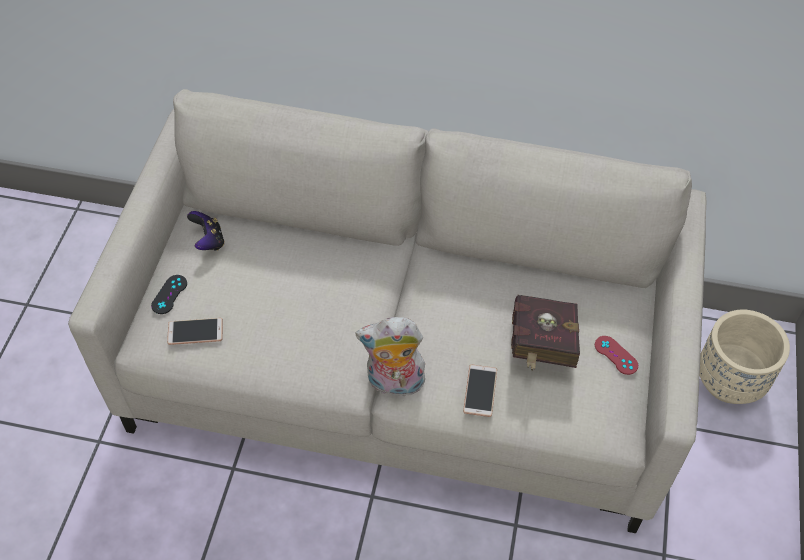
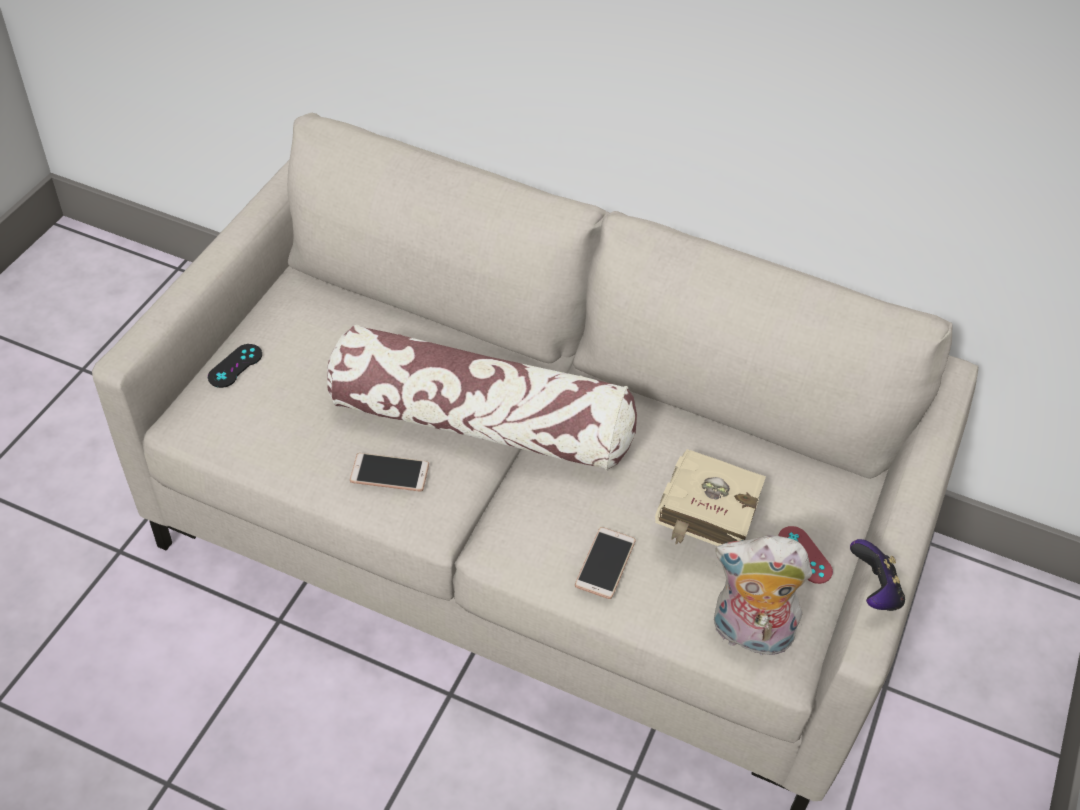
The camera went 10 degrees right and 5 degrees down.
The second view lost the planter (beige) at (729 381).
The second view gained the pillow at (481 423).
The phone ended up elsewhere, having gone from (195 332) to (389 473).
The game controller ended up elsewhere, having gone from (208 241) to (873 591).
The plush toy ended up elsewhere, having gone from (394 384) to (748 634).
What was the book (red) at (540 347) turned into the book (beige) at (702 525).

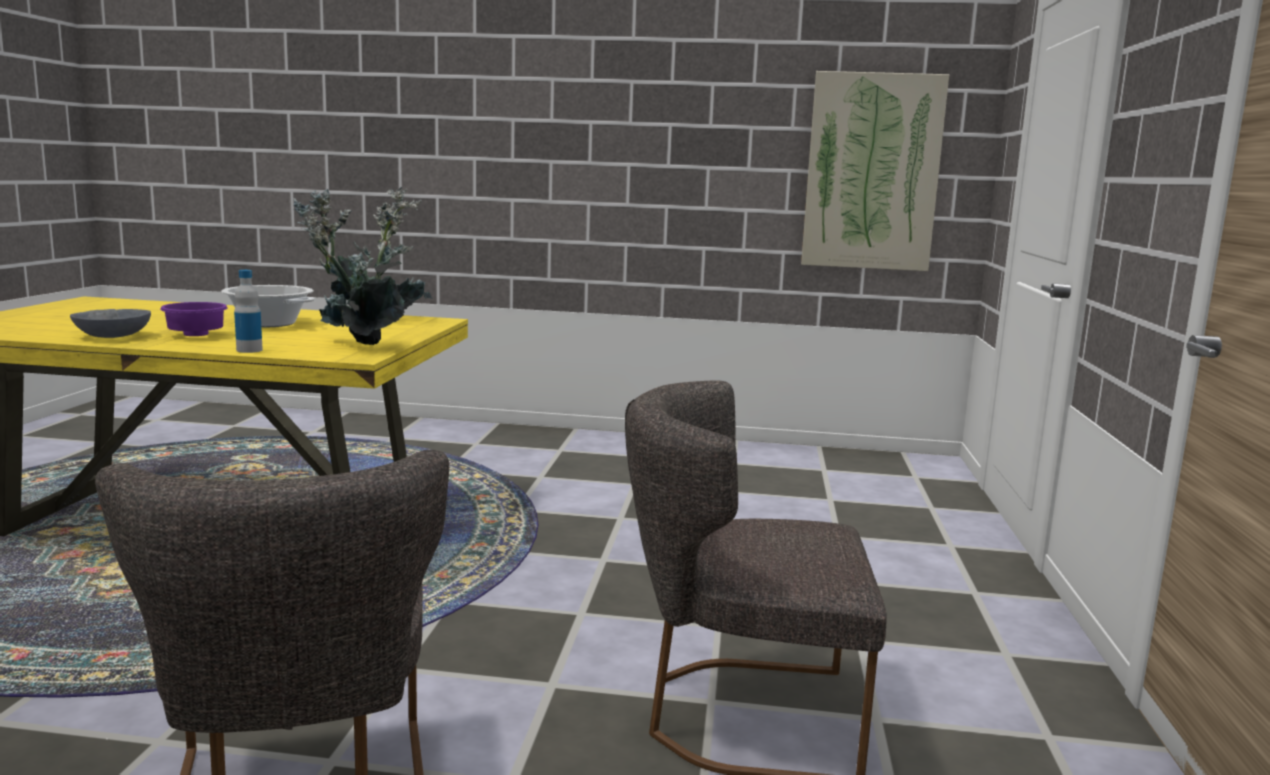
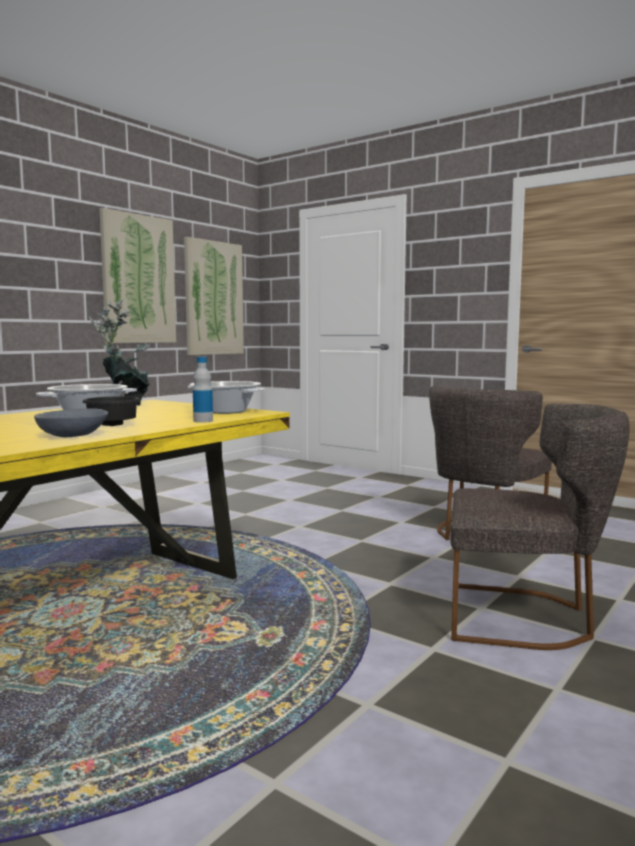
The camera went 60 degrees left and 5 degrees down.
The second view gained the picture at (138 279).
Where the potted plant stood at (354 347), the cooking pot came to stand at (225 411).
What was the bowl (purple) at (196 336) turned into the bowl (black) at (114 425).

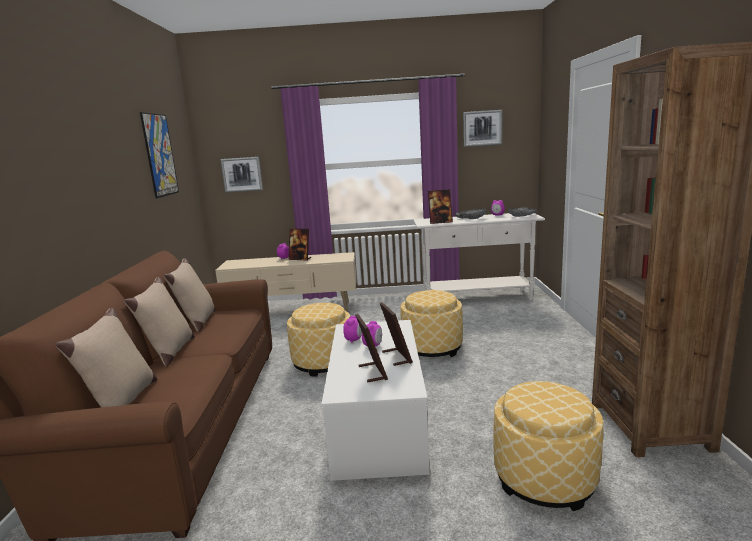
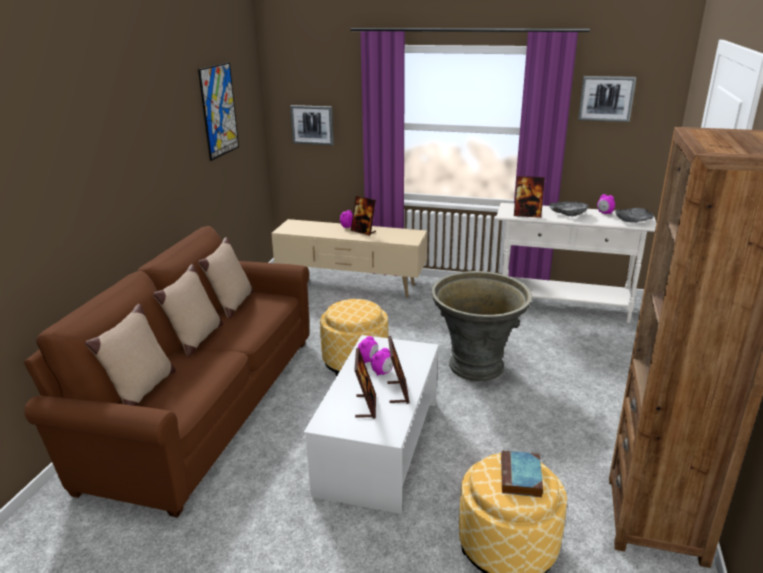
The camera went 15 degrees right and 10 degrees up.
The second view gained the book at (521 478).
Where the ottoman stood at (432 347), the planter (grey) came to stand at (476 367).

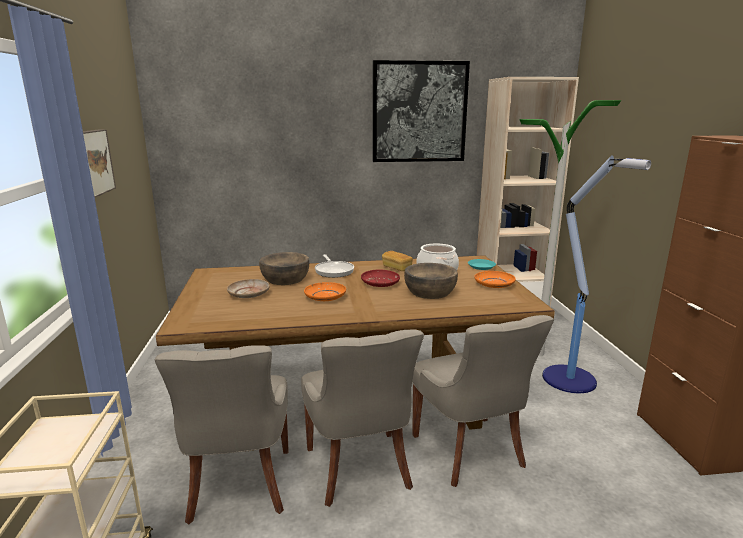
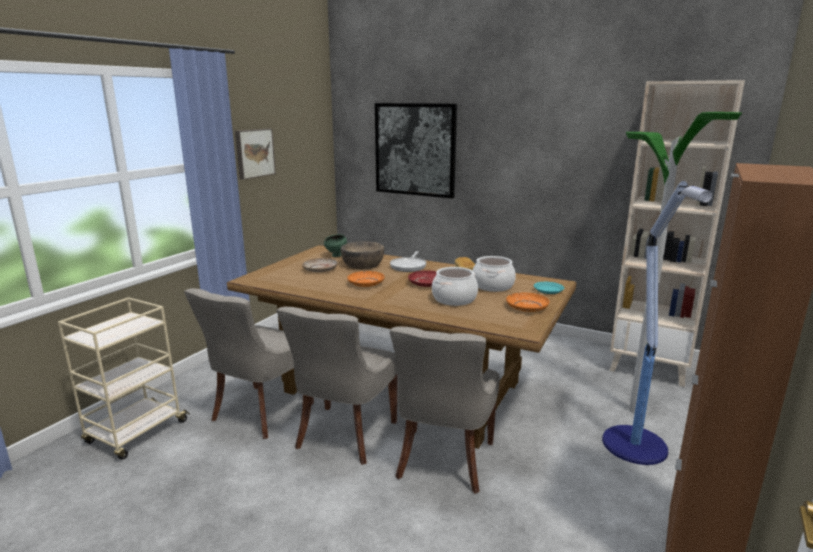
The camera went 35 degrees right and 0 degrees up.
The second view gained the bowl (green) at (336 256).
The picture ended up elsewhere, having gone from (419 112) to (415 149).
Where the bowl (brown) stood at (430 292), the cooking pot came to stand at (454 299).

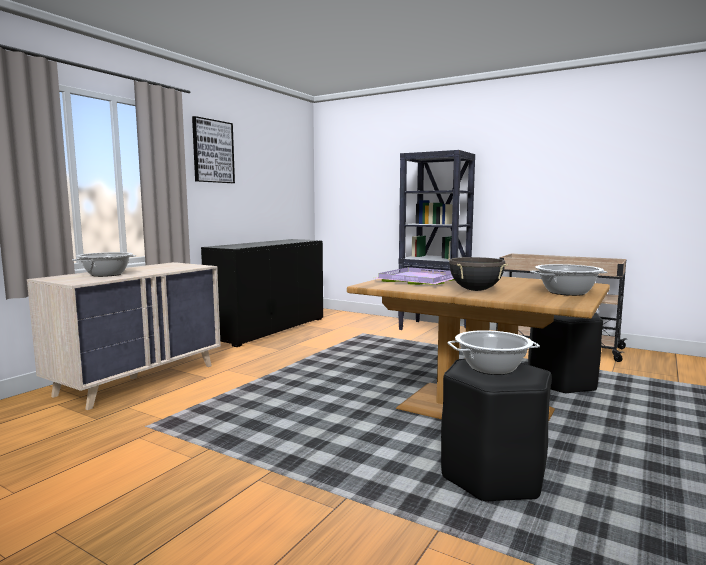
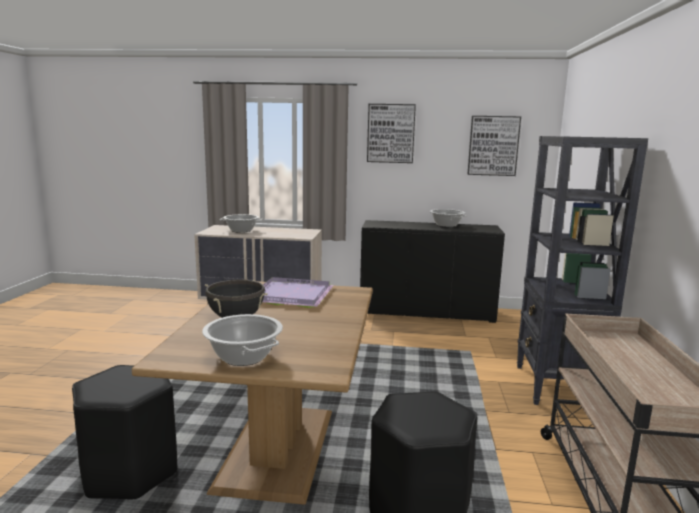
The camera went 65 degrees right and 5 degrees up.
The second view gained the picture at (493 146).
The cooking pot ended up elsewhere, having gone from (492 368) to (446 225).

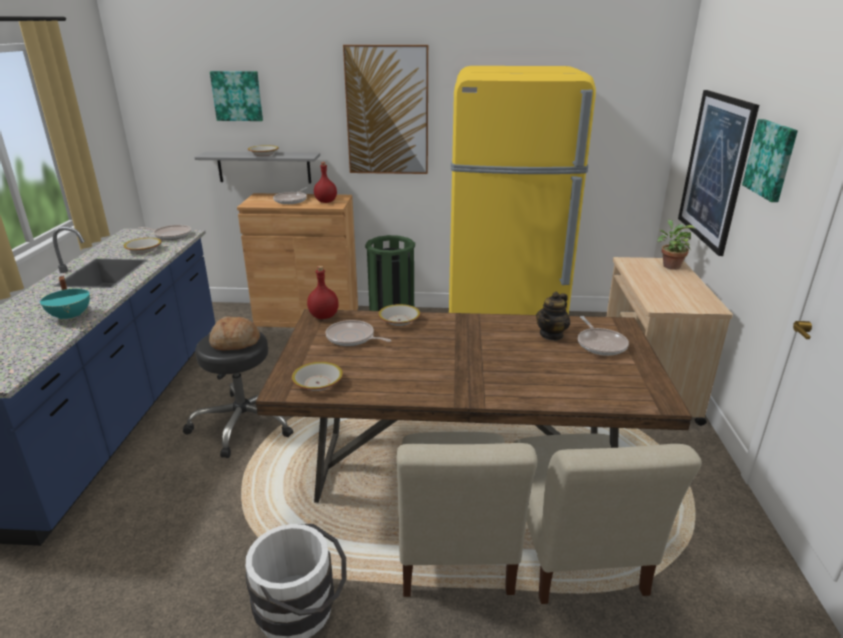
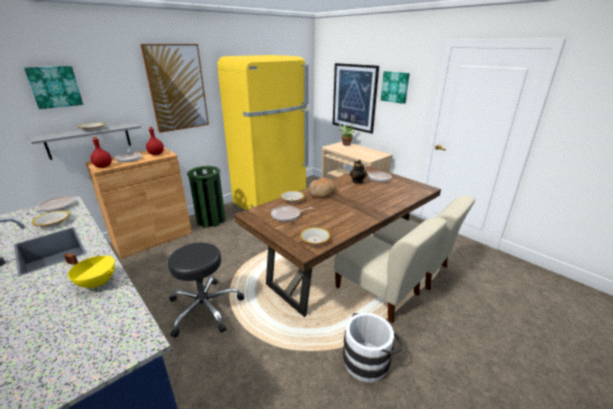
The camera went 45 degrees left and 0 degrees up.
The bread ended up elsewhere, having gone from (235 342) to (322 193).
The bottle (red) ended up elsewhere, having gone from (324 316) to (103 166).
What was the cooking pot (turquoise) at (71 316) turned into the cooking pot (yellow) at (98 282).

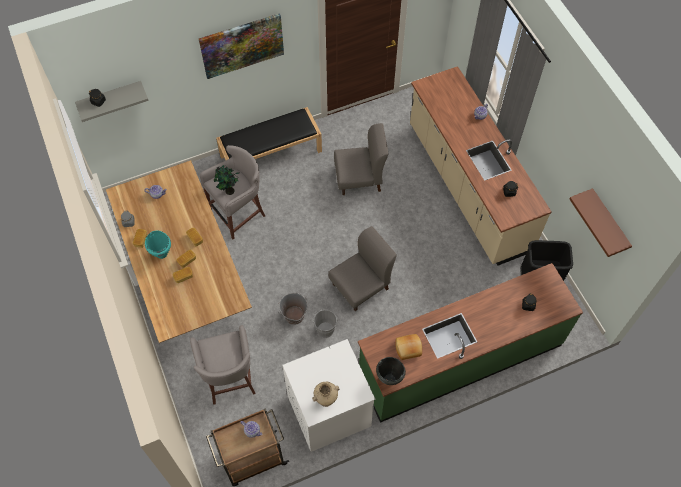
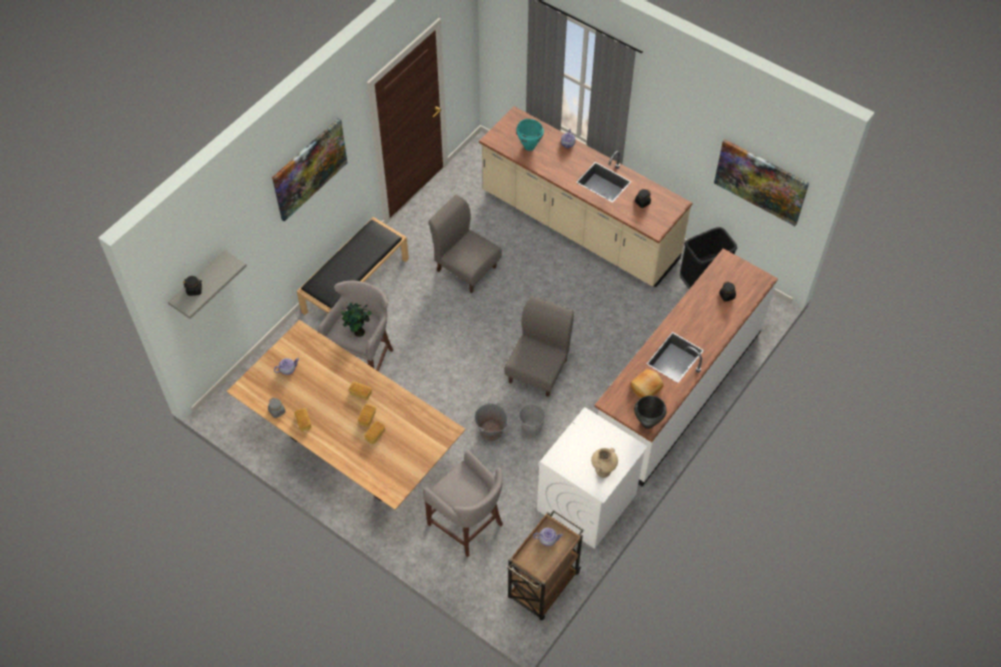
The camera went 30 degrees left and 5 degrees down.
The cooking pot (turquoise) ended up elsewhere, having gone from (162 254) to (529 146).
Where the shelf (brown) hung at (608 222), the picture came to hang at (761 181).
What was the counter (green) at (460 359) turned into the counter (white) at (678 390).
The chair (grey) at (359 179) ended up facing another way, 105 degrees counterclockwise from before.

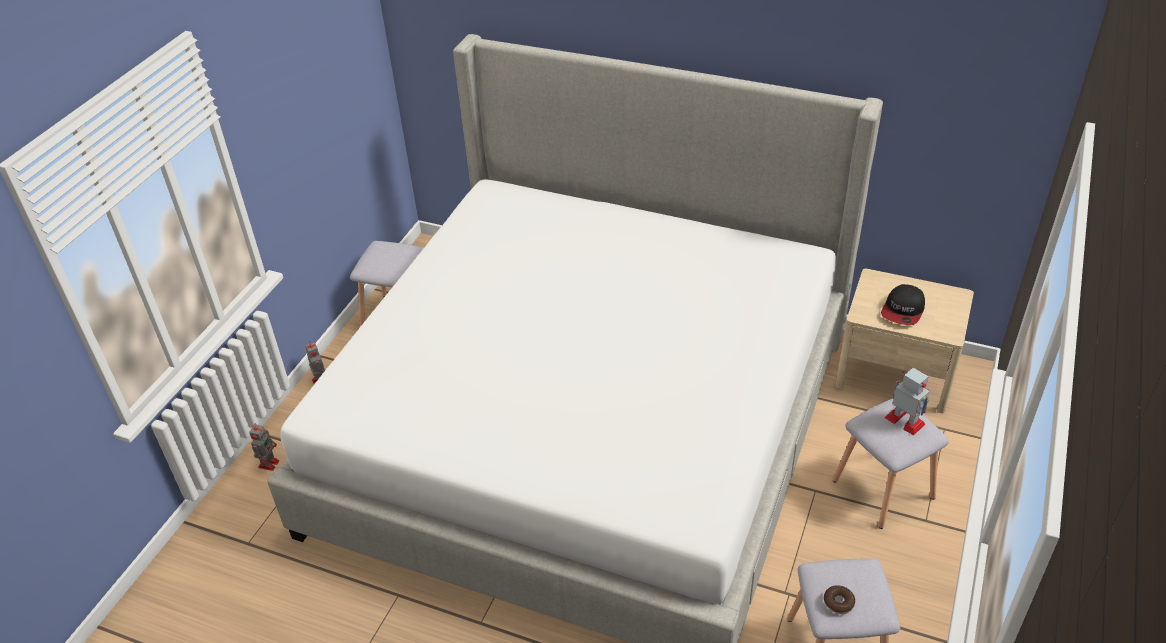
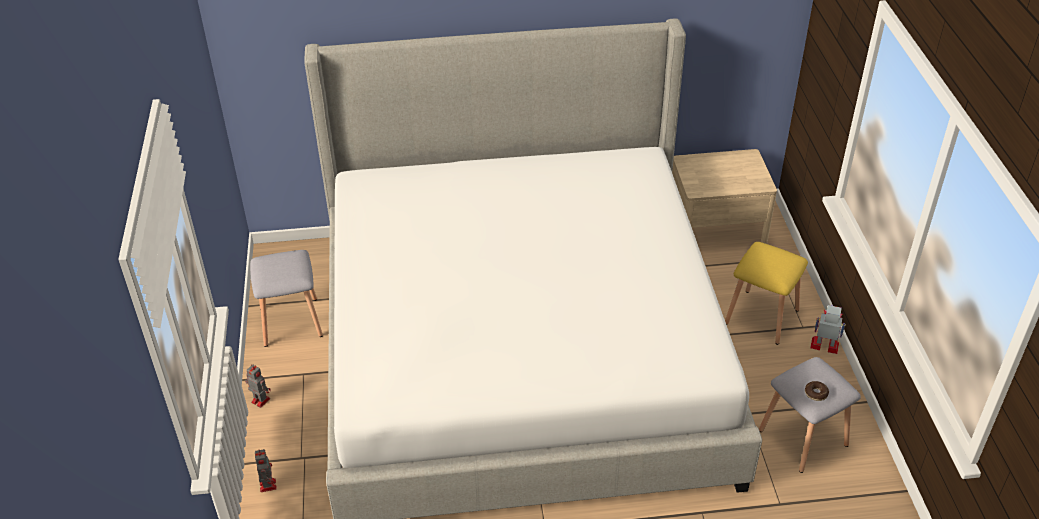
The camera went 30 degrees left and 0 degrees up.
The second view lost the cap at (903 310).
The toy robot ended up elsewhere, having gone from (905 421) to (825 345).
What was the stool (grey) at (881 488) turned into the stool (yellow) at (760 316).

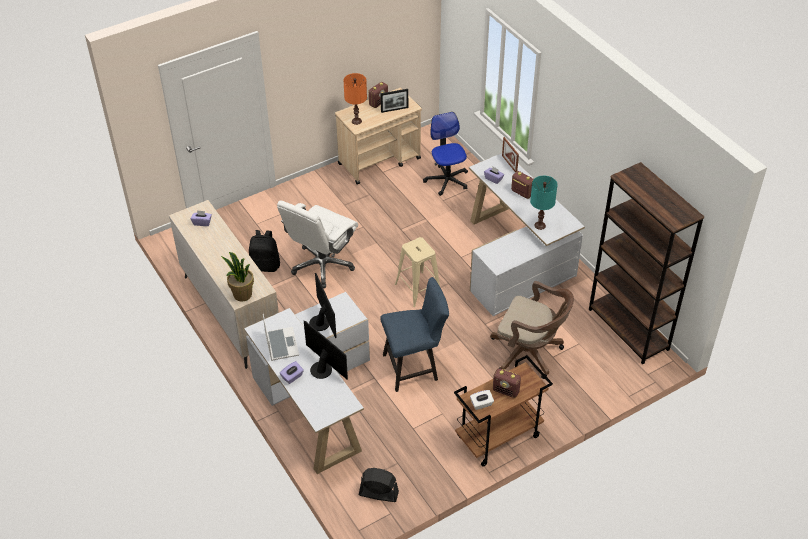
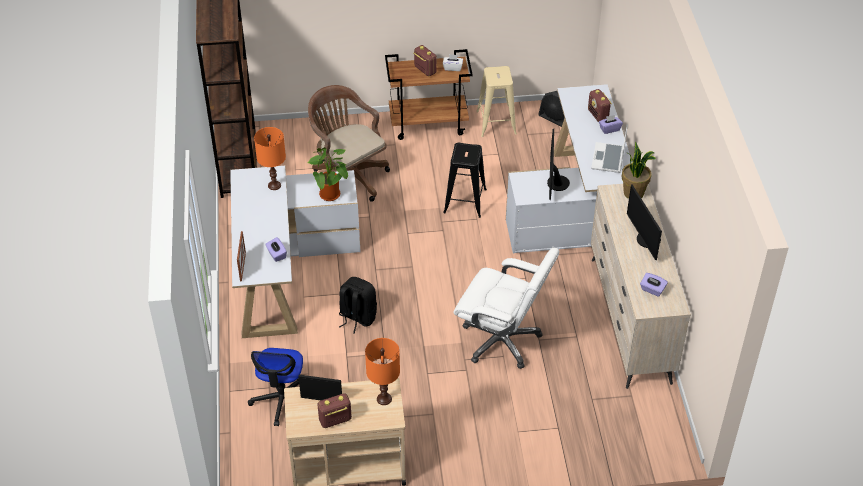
The camera went 155 degrees left and 0 degrees up.
The second view gained the potted plant at (331 196).
The backpack (black) ended up elsewhere, having gone from (265 265) to (357 317).
The monitor ended up elsewhere, having gone from (323 368) to (645 240).
The stool (beige) ended up elsewhere, having gone from (418 289) to (496 122).
The radio ended up elsewhere, having gone from (521 193) to (598 115).
Where the chair (blue) stood at (414 367), the stool (black) came to stand at (465 201).
What was the table lamp (turquoise) at (540 225) turned into the table lamp (orange) at (274 185).
The office chair (white) at (322 265) ended up facing another way, 60 degrees clockwise from before.

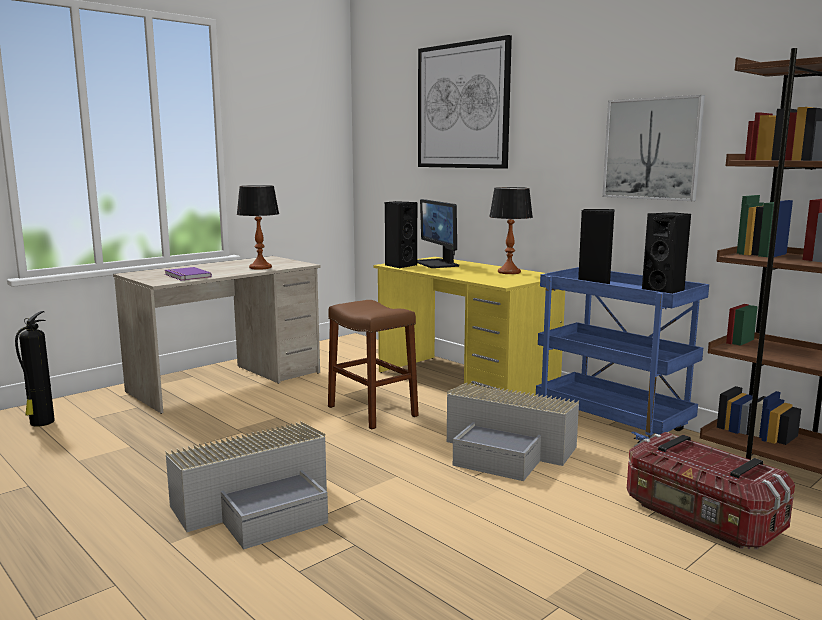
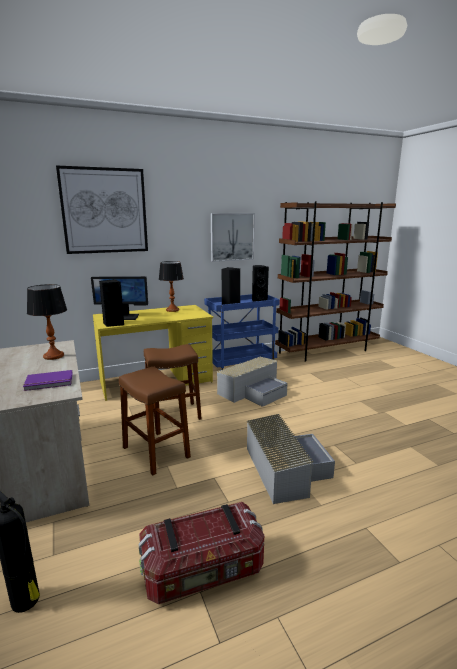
The camera went 70 degrees left and 5 degrees up.
The second view gained the stool (brown) at (156 452).
The storage box ended up elsewhere, having gone from (700 518) to (203 572).

